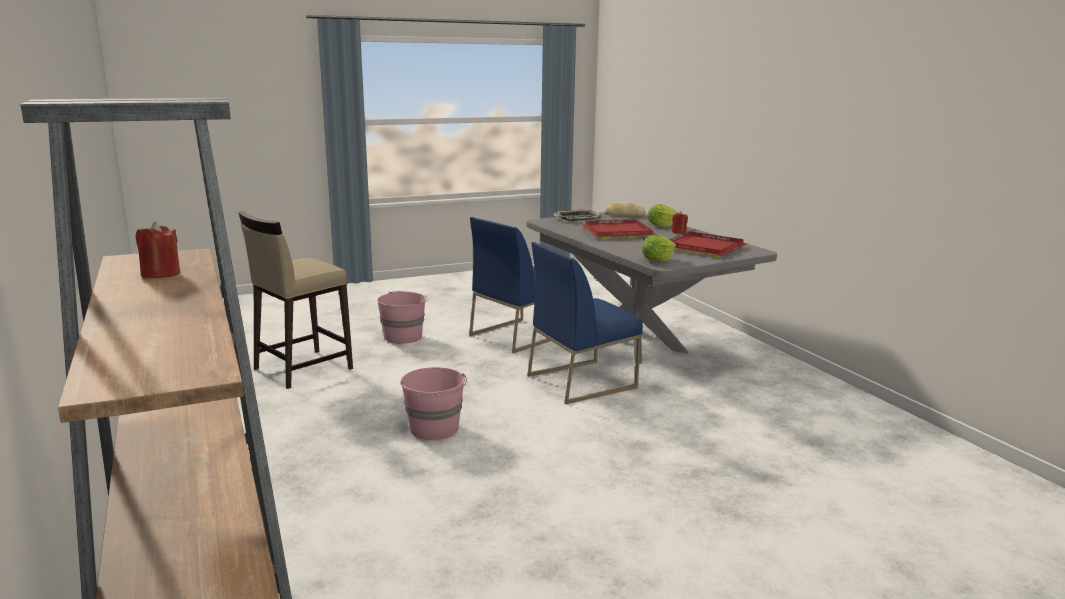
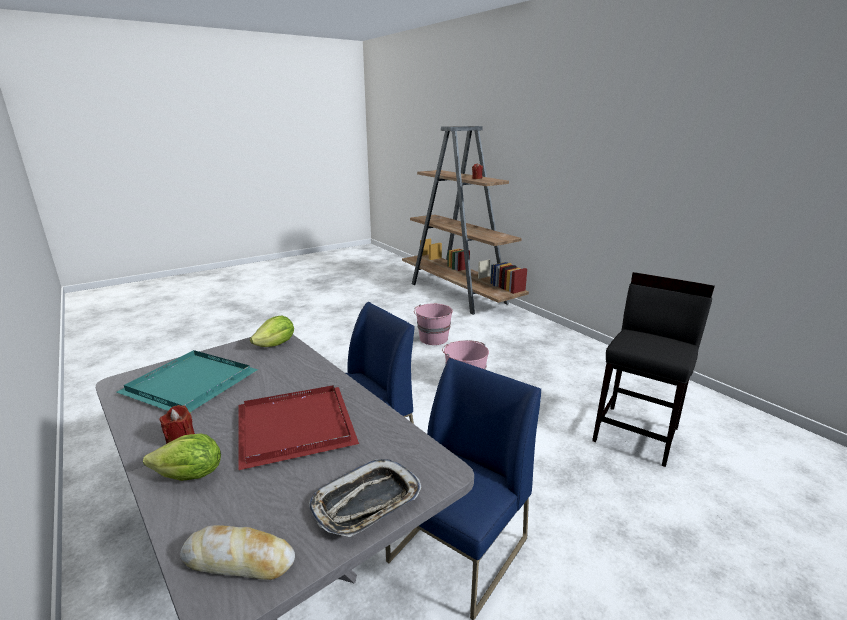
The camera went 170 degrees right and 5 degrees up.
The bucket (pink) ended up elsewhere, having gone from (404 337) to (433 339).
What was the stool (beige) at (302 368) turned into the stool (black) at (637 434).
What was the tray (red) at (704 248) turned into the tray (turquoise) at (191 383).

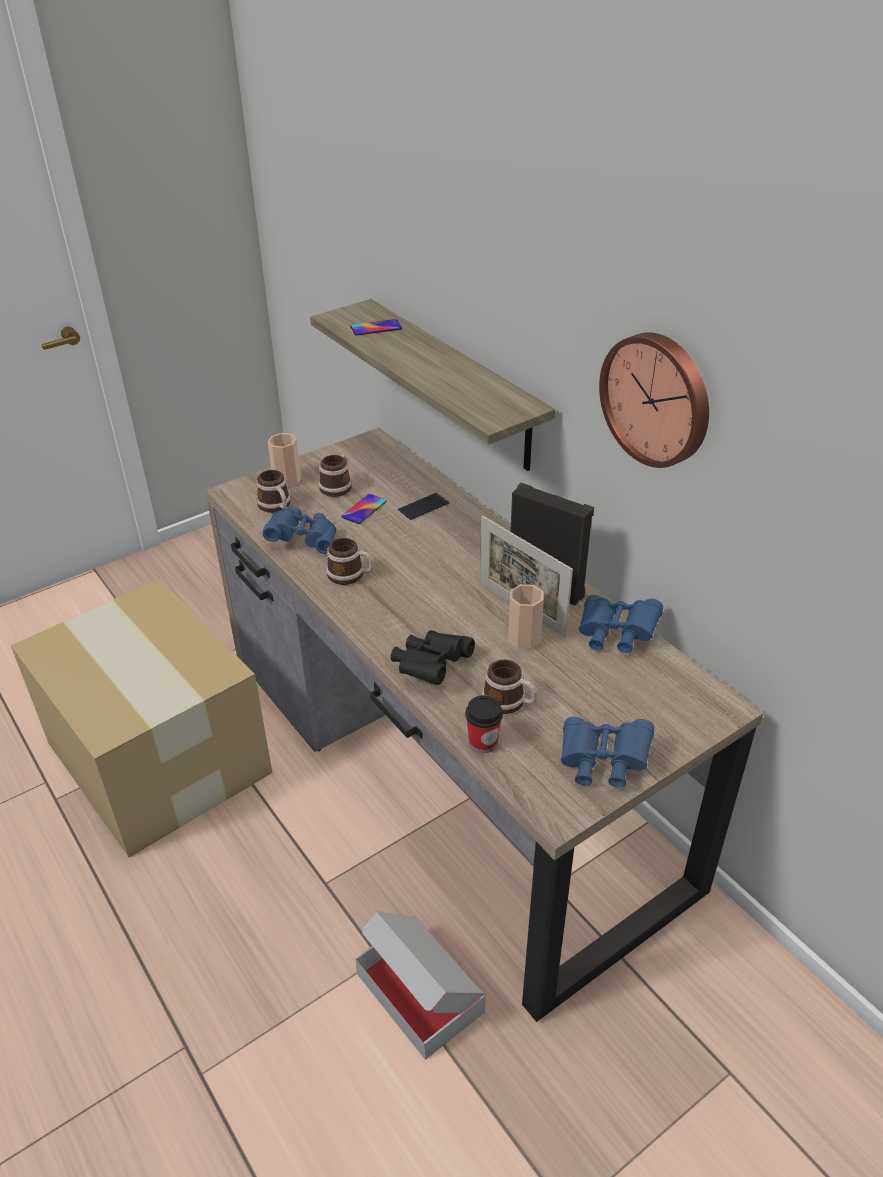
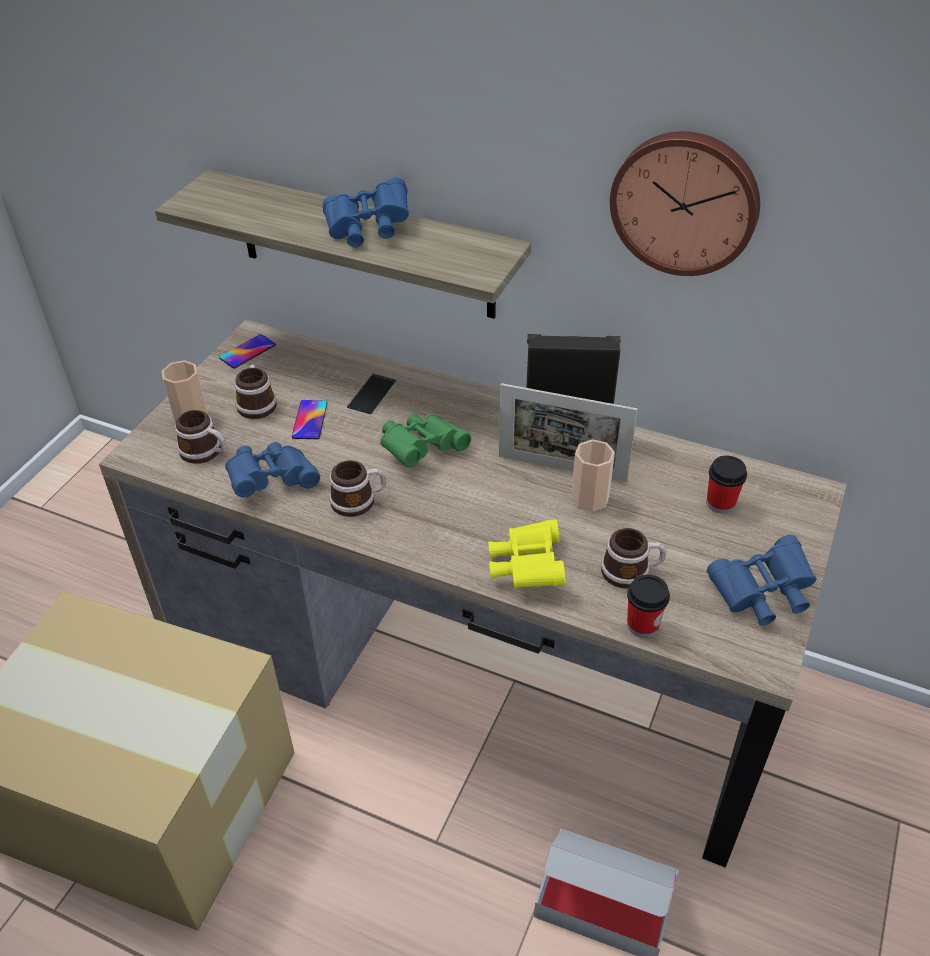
The camera went 30 degrees left and 5 degrees up.
The second view gained the binoculars (green) at (421 450).
The second view gained the cup at (720 503).
The phone ended up elsewhere, having gone from (376 328) to (247 351).
The binoculars (blue) ended up elsewhere, having gone from (615 635) to (368 230).
What was the binoculars (black) at (431 666) turned into the binoculars (yellow) at (526 567).

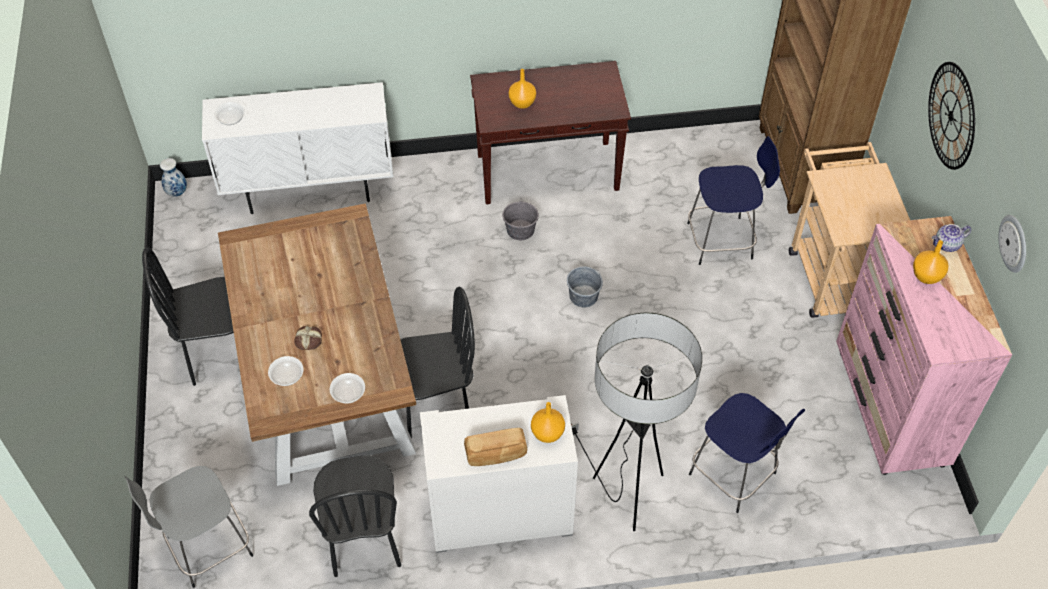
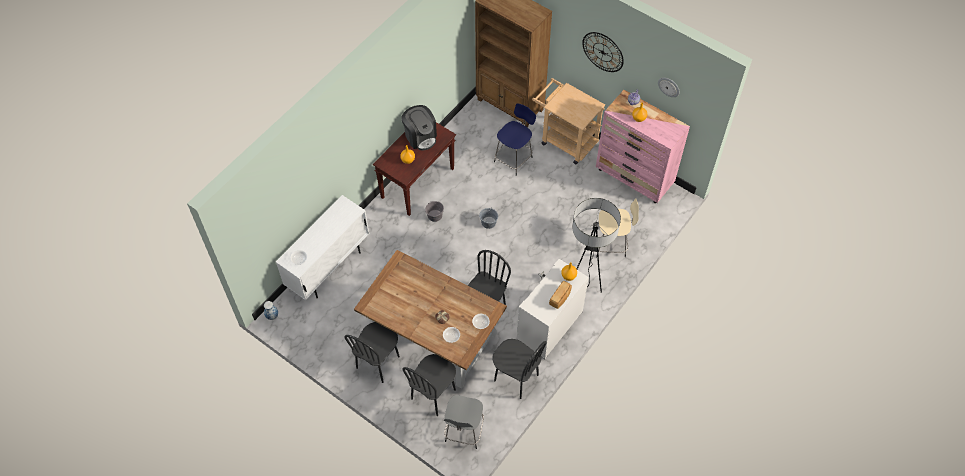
The camera went 45 degrees left and 5 degrees up.
The second view gained the coffee machine at (420 136).
The second view gained the chair (black) at (433 394).
What was the stool (blue) at (735 476) turned into the stool (beige) at (611 244).

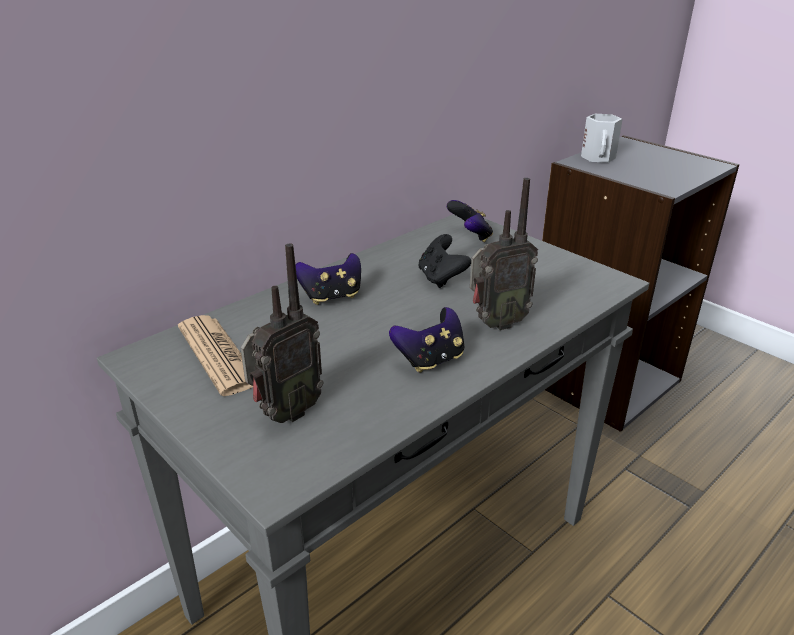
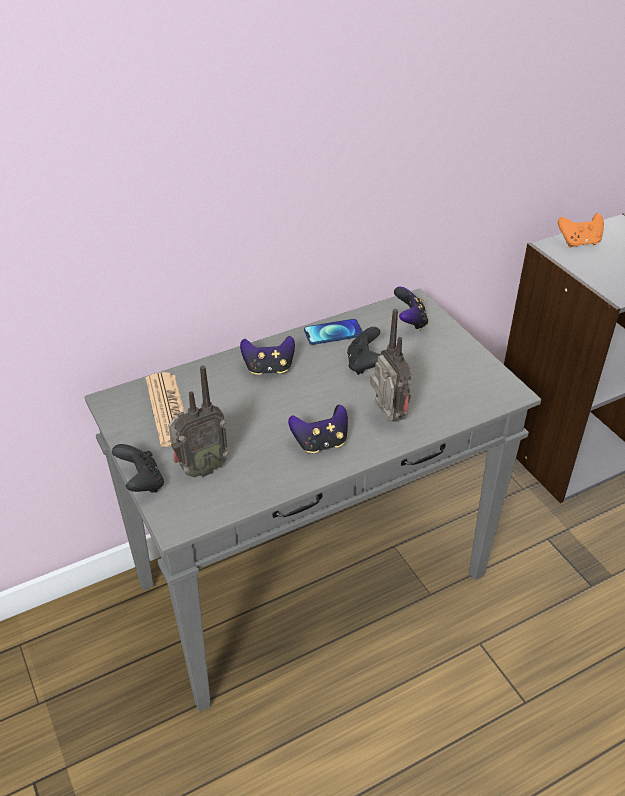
The camera went 15 degrees right and 10 degrees up.
The second view gained the game controller (black) at (142 483).
The second view gained the phone at (333 333).
Where the mug (white) stood at (599 157), the game controller (orange) came to stand at (579 242).
The radio at (495 323) ended up facing another way, 105 degrees counterclockwise from before.

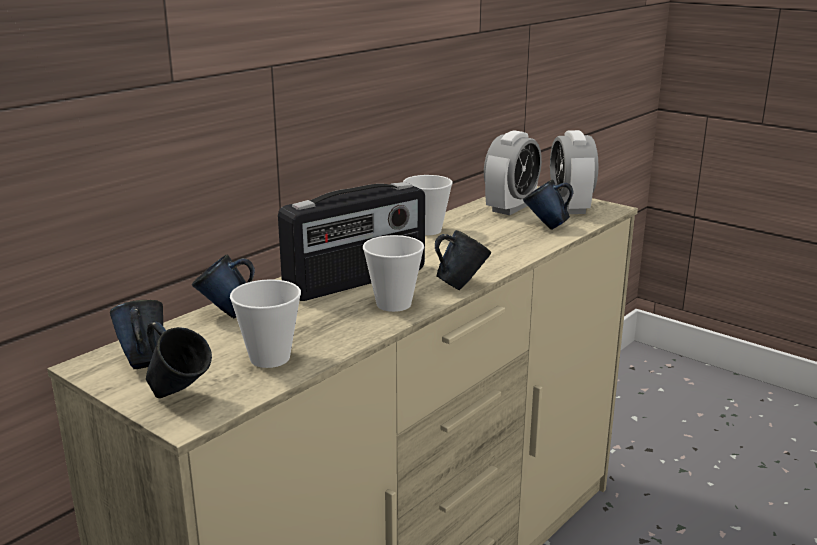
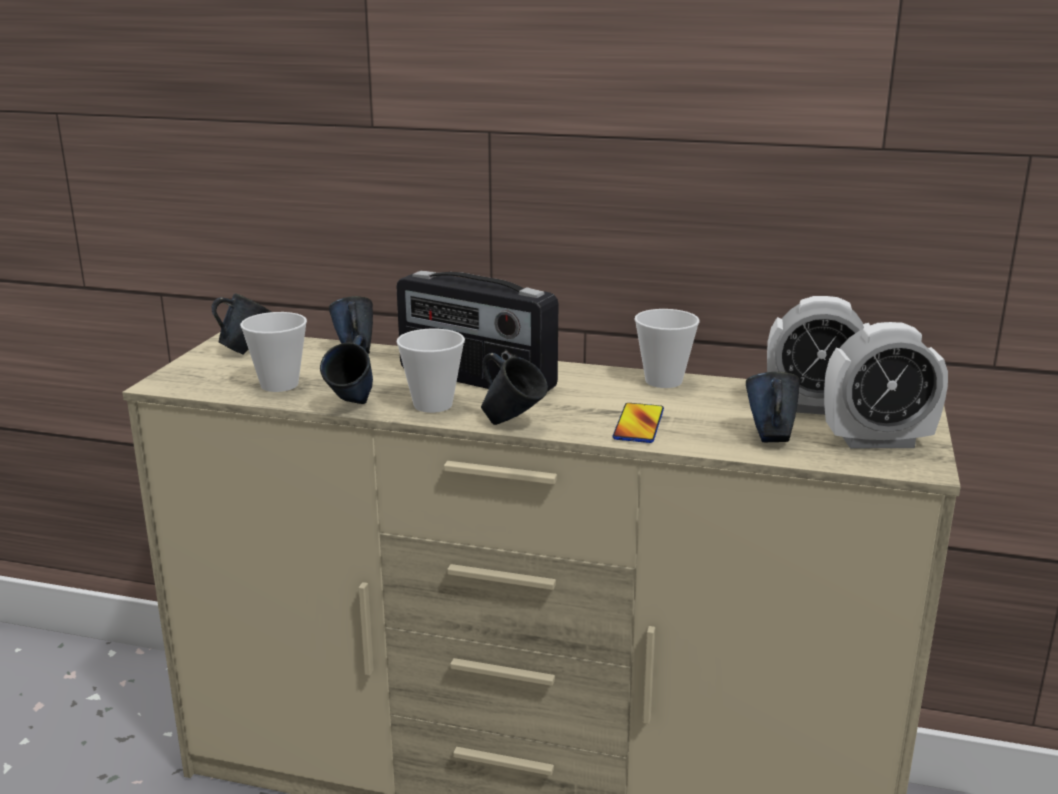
The camera went 65 degrees right and 0 degrees up.
The second view gained the phone at (638 424).
The mug (blue) ended up elsewhere, having gone from (179 397) to (353 407).
The alarm clock at (570 207) ended up facing another way, 150 degrees counterclockwise from before.

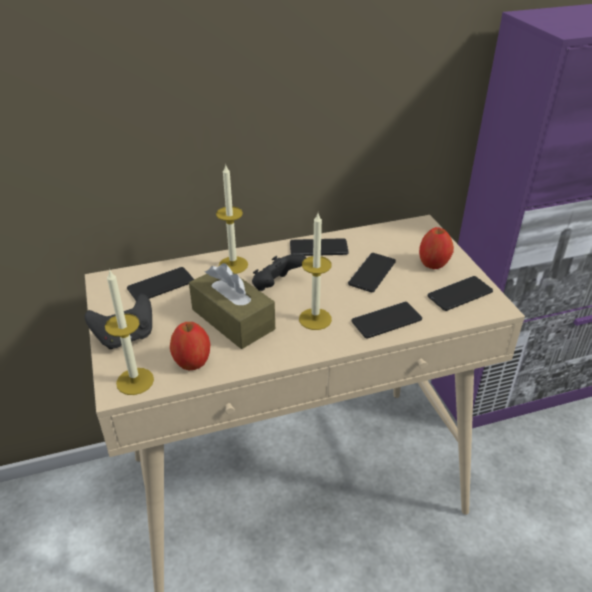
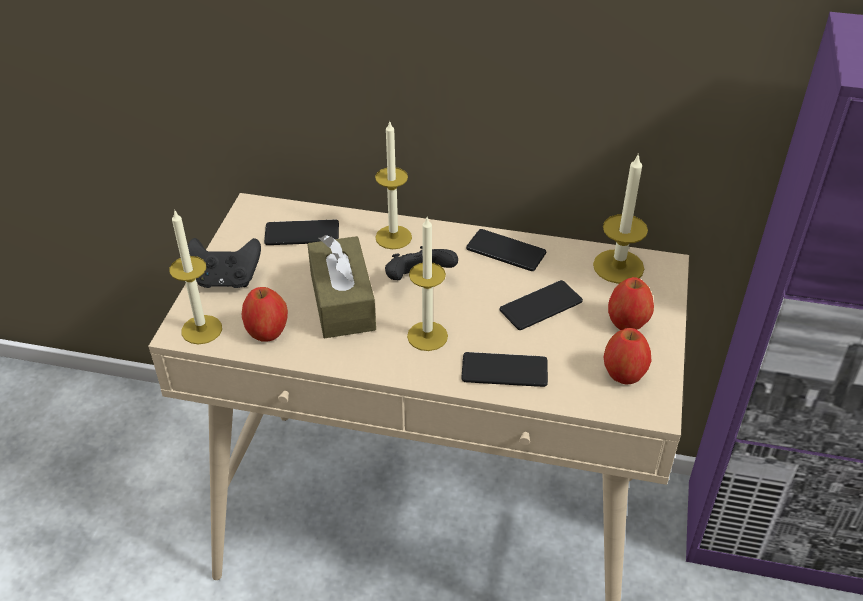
The camera went 30 degrees right and 5 degrees up.
The second view gained the candle at (618 266).
Where the phone stood at (460 294), the apple came to stand at (623 374).

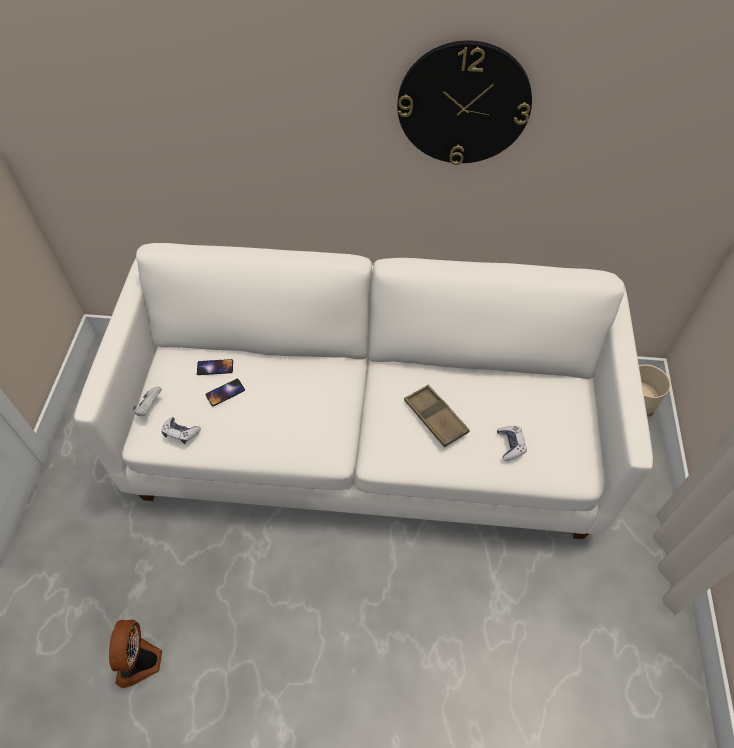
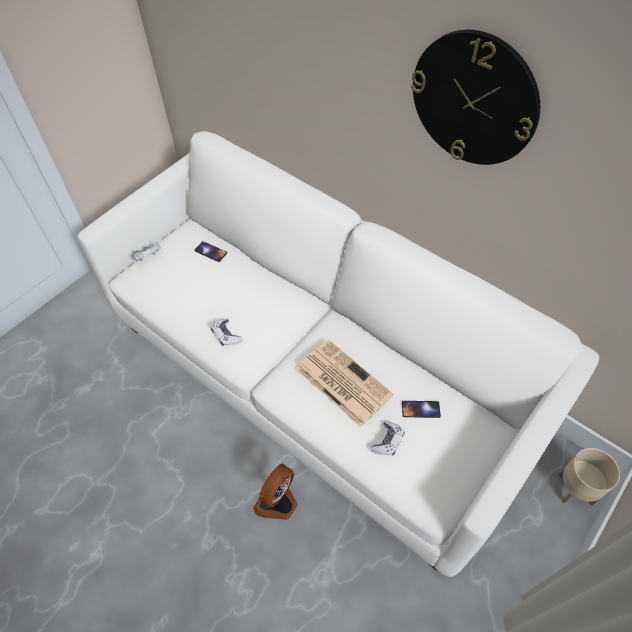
The camera went 35 degrees right and 0 degrees up.
The fan ended up elsewhere, having gone from (140 661) to (278 502).
The game controller ended up elsewhere, having gone from (181 433) to (226 335).
The phone ended up elsewhere, having gone from (225 392) to (420 409).
Where the tray (brown) stood at (435 418), the newspaper came to stand at (342 382).

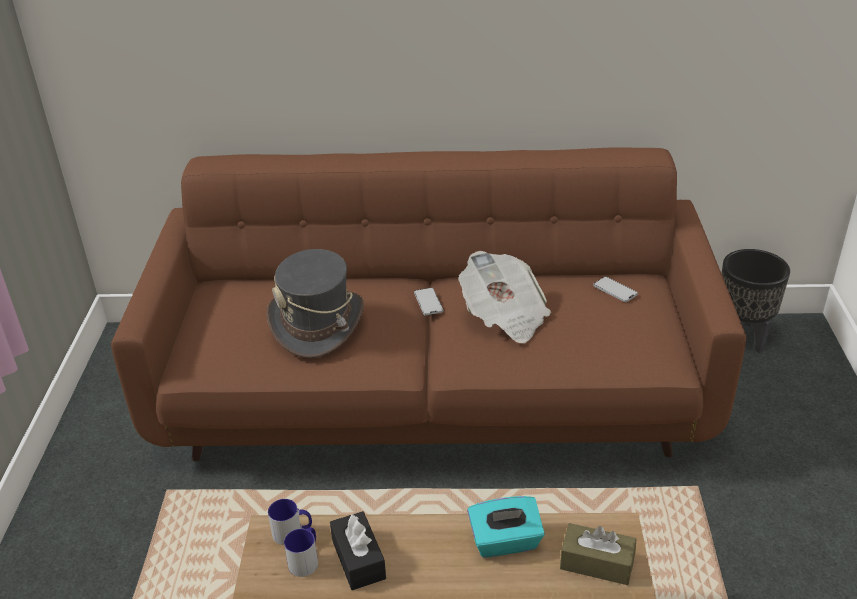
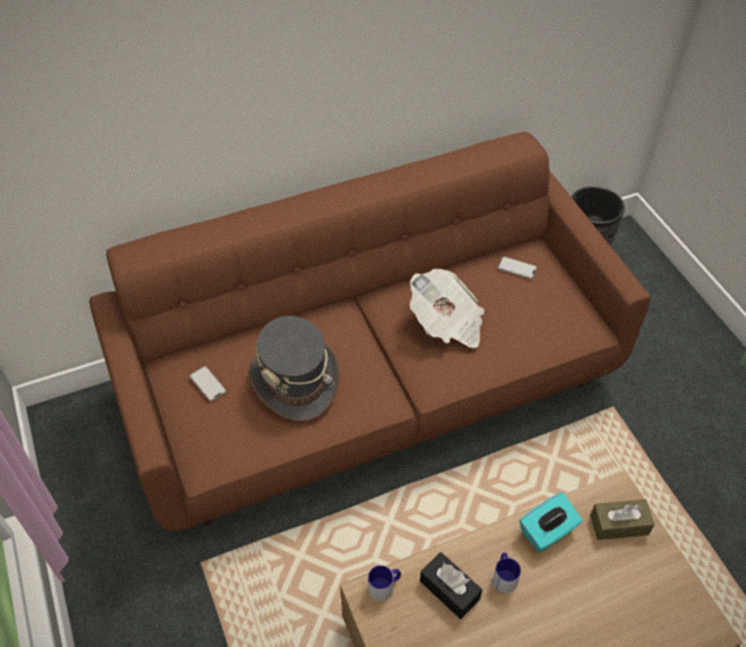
The camera went 25 degrees left and 15 degrees up.
The mug ended up elsewhere, having gone from (306 559) to (504 576).
The phone ended up elsewhere, having gone from (428 302) to (208 384).

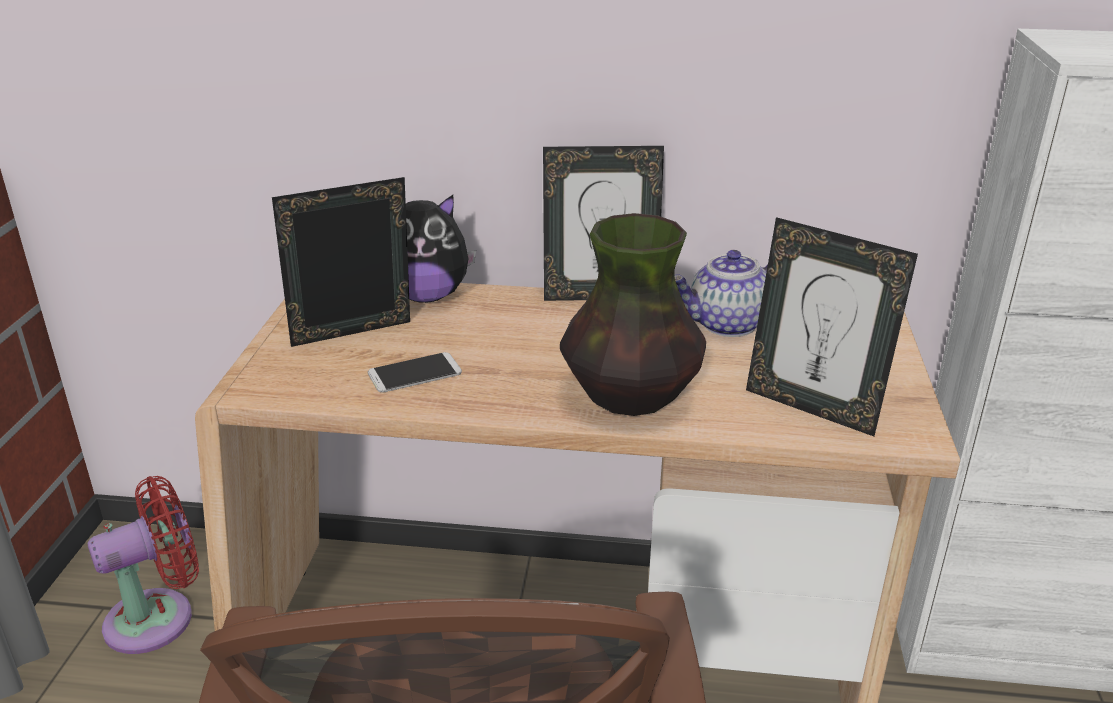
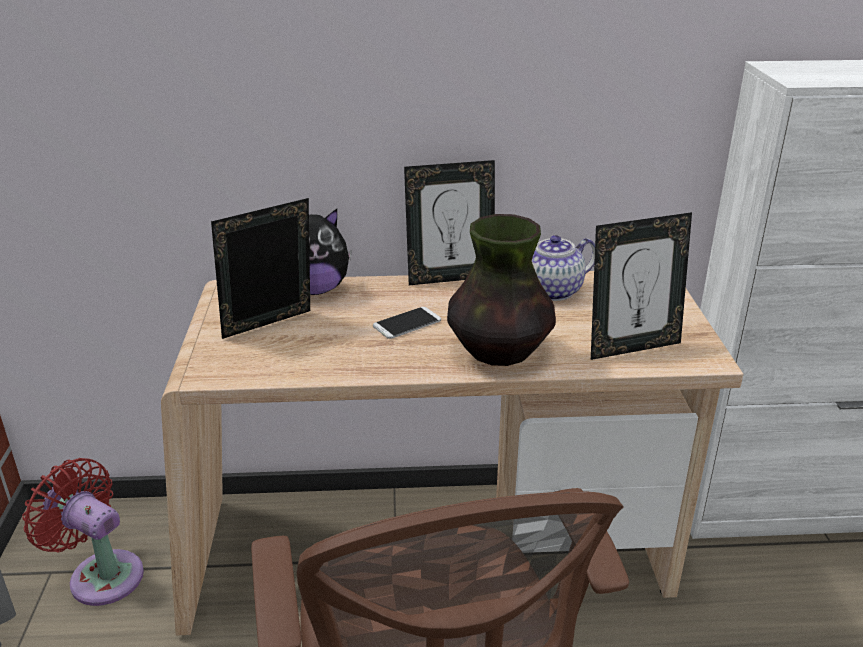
The camera went 10 degrees left and 0 degrees up.
The phone ended up elsewhere, having gone from (415 373) to (407 323).
The fan (red) at (159 618) ended up facing another way, 105 degrees counterclockwise from before.
The picture frame at (812 407) ended up facing another way, 45 degrees counterclockwise from before.

